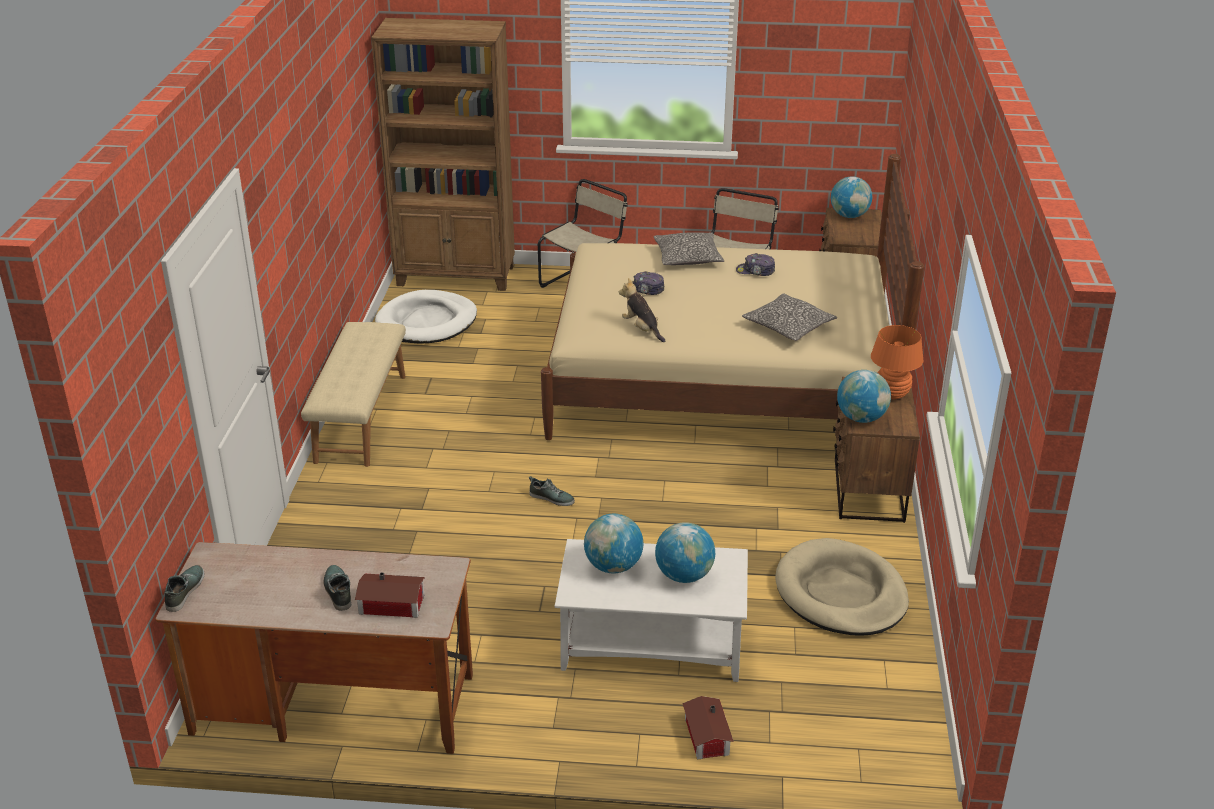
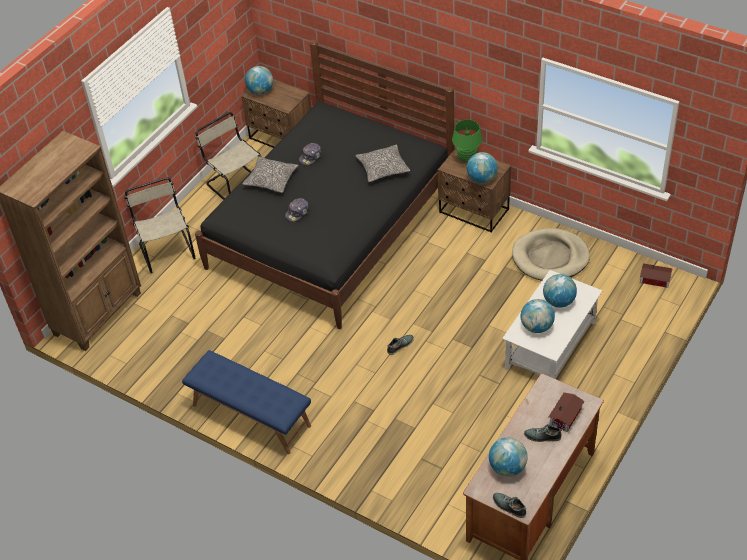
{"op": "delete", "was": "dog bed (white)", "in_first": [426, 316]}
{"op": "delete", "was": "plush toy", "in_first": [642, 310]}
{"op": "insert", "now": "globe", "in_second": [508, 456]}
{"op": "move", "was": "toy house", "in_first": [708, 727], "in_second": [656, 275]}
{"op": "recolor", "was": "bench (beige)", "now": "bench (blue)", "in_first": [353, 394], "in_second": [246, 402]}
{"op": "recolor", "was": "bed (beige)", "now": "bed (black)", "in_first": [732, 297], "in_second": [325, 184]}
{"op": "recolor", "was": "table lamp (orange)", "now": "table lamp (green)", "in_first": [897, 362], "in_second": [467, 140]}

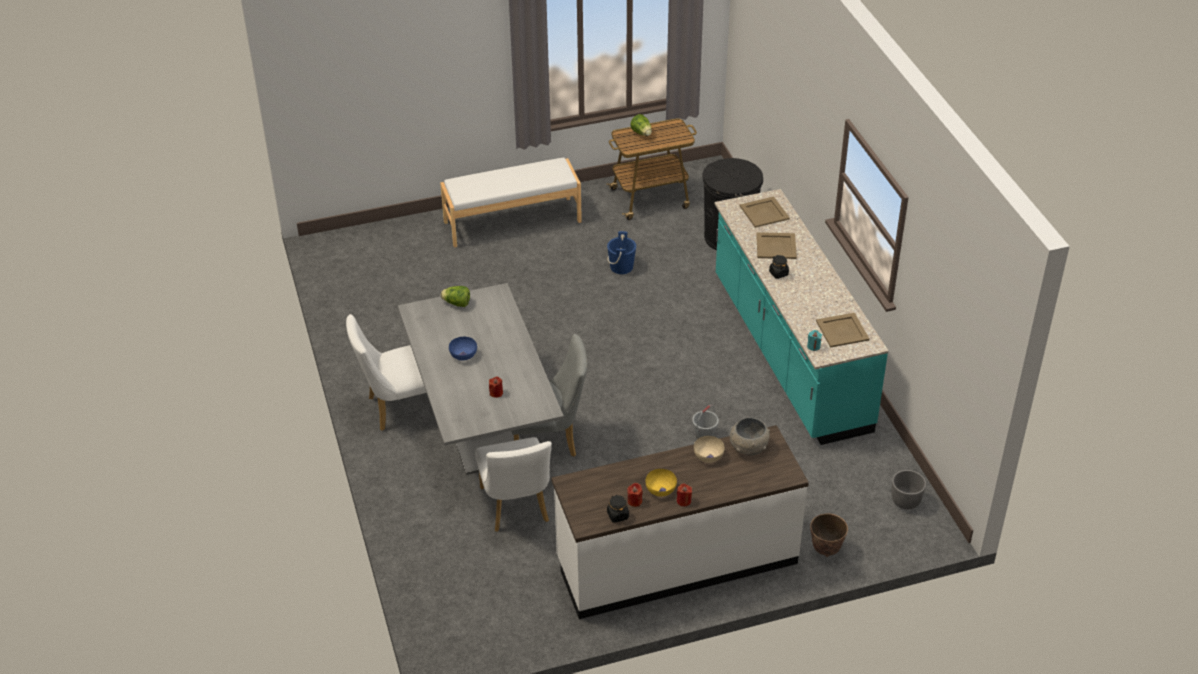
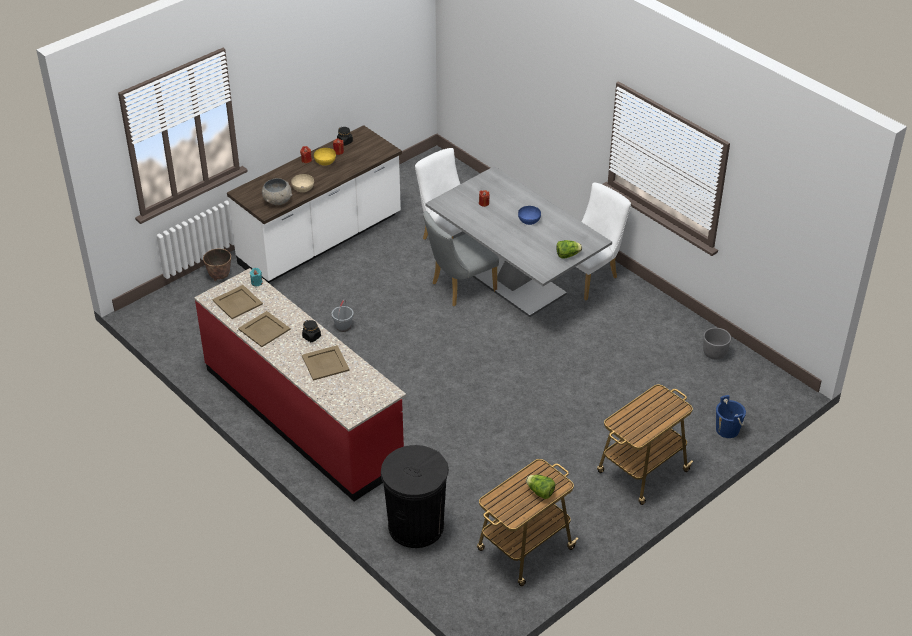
{"op": "move", "was": "bucket (blue)", "in_first": [621, 252], "in_second": [731, 416]}
{"op": "move", "was": "tray (beige)", "in_first": [765, 212], "in_second": [264, 329]}
{"op": "move", "was": "planter (grey)", "in_first": [909, 490], "in_second": [717, 344]}
{"op": "replace", "was": "bench (white)", "now": "cart", "in_first": [511, 202], "in_second": [645, 444]}
{"op": "recolor", "was": "counter (turquoise)", "now": "counter (red)", "in_first": [801, 317], "in_second": [300, 384]}

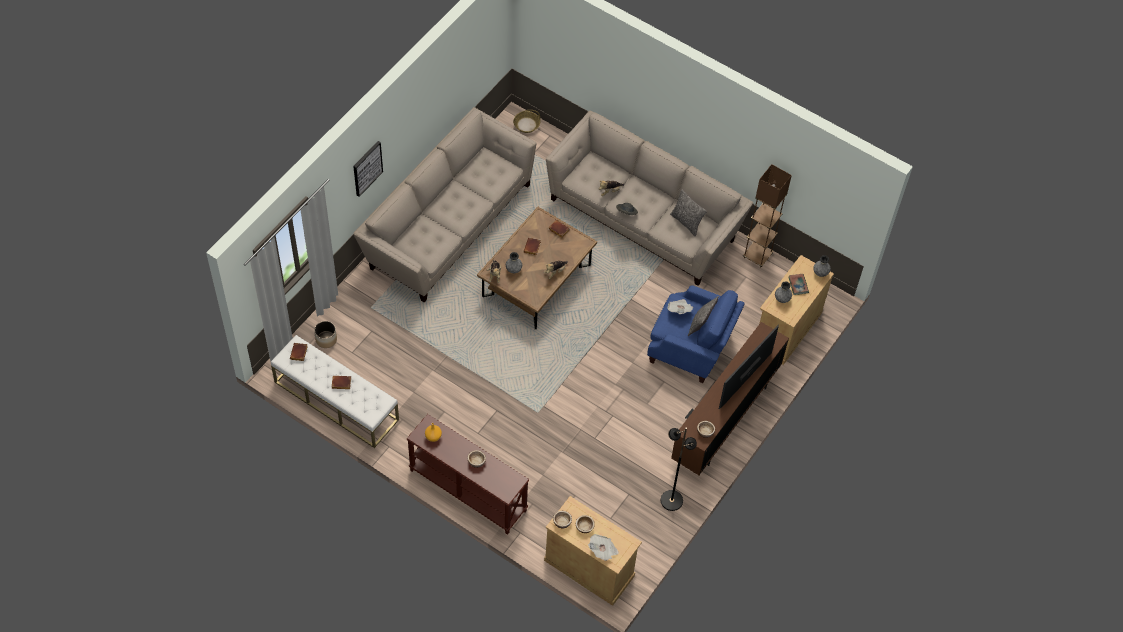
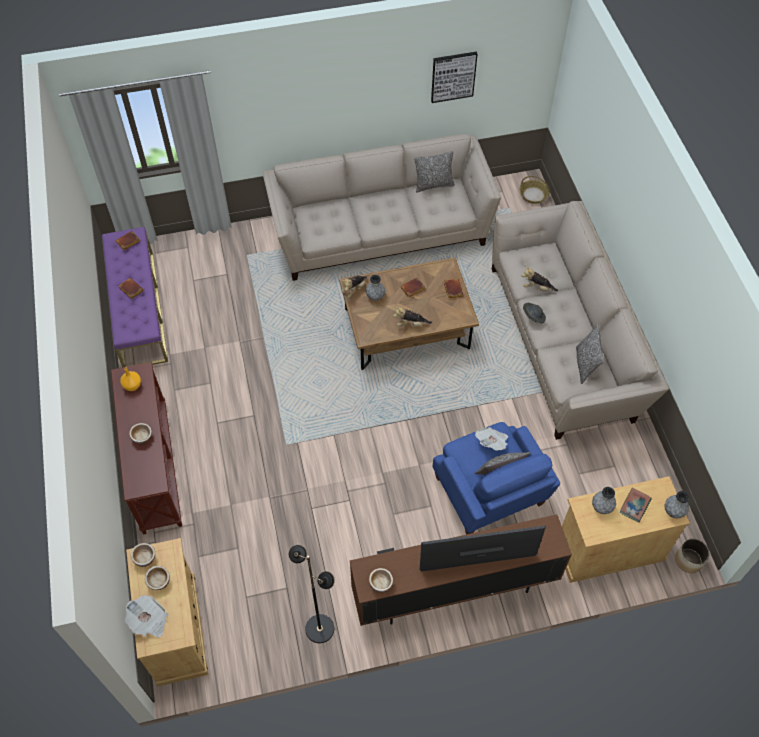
{"op": "delete", "was": "floor lamp (brown)", "in_first": [767, 216]}
{"op": "insert", "now": "pillow", "in_second": [434, 171]}
{"op": "move", "was": "planter", "in_first": [325, 334], "in_second": [692, 555]}
{"op": "move", "was": "picture", "in_first": [368, 169], "in_second": [454, 77]}
{"op": "recolor", "was": "bench (white)", "now": "bench (purple)", "in_first": [335, 391], "in_second": [135, 297]}

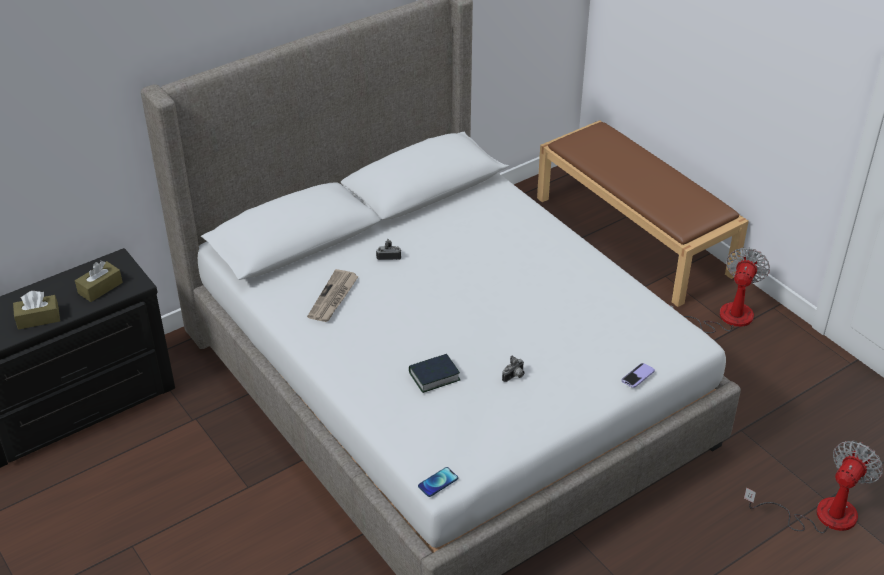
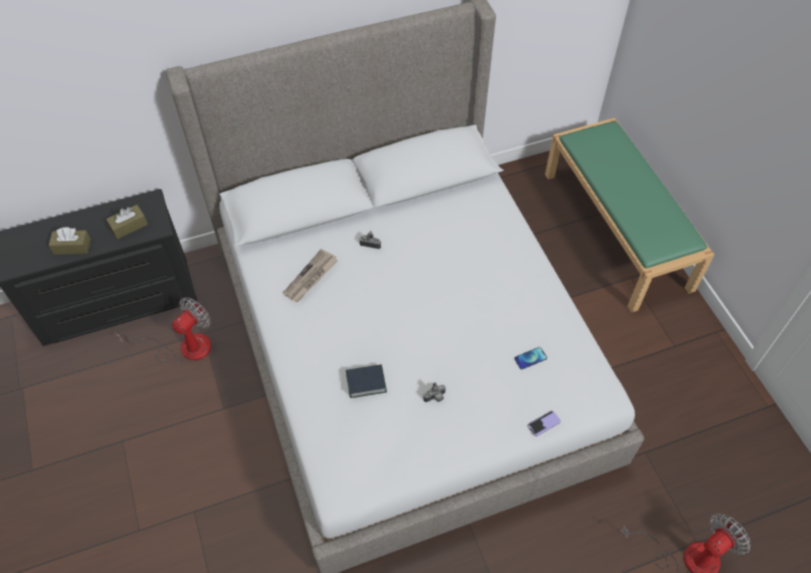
{"op": "move", "was": "phone", "in_first": [438, 482], "in_second": [530, 358]}
{"op": "move", "was": "fan", "in_first": [720, 290], "in_second": [162, 330]}
{"op": "recolor", "was": "bench (brown)", "now": "bench (green)", "in_first": [643, 213], "in_second": [629, 215]}

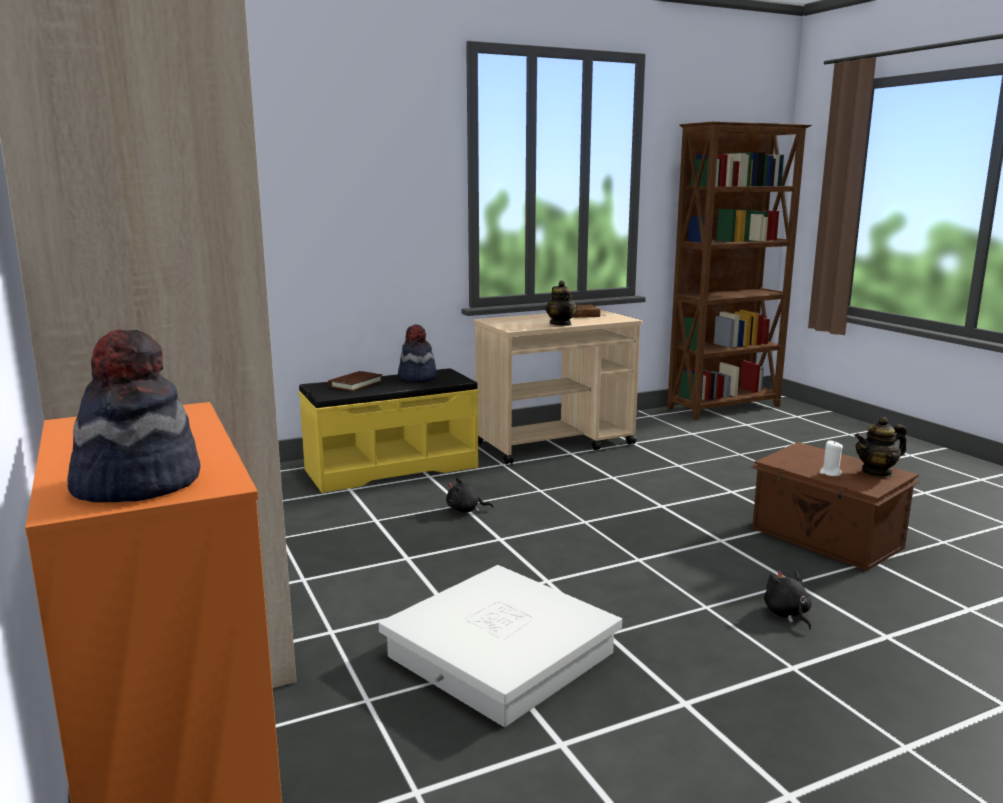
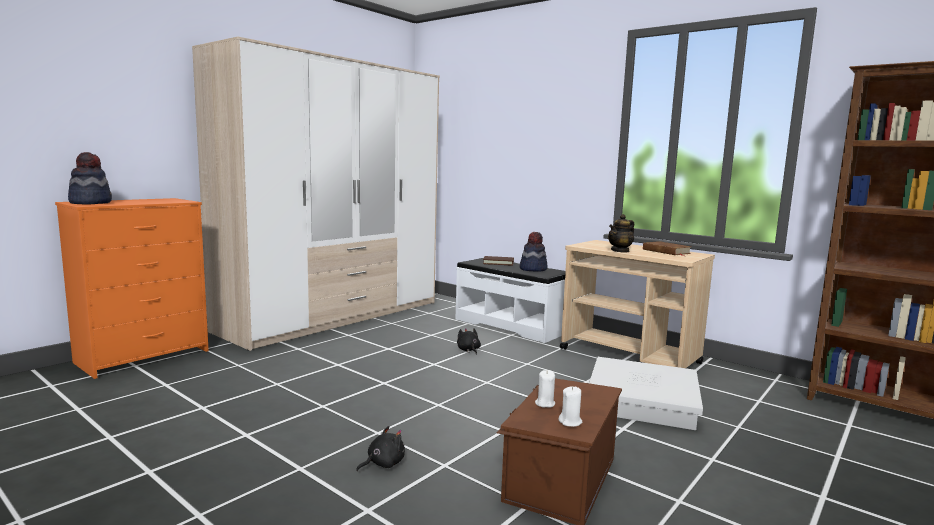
{"op": "move", "was": "storage box (white)", "in_first": [500, 646], "in_second": [646, 393]}
{"op": "replace", "was": "teapot", "now": "candle (white)", "in_first": [881, 447], "in_second": [570, 407]}
{"op": "recolor", "was": "bench (yellow)", "now": "bench (white)", "in_first": [389, 430], "in_second": [510, 300]}

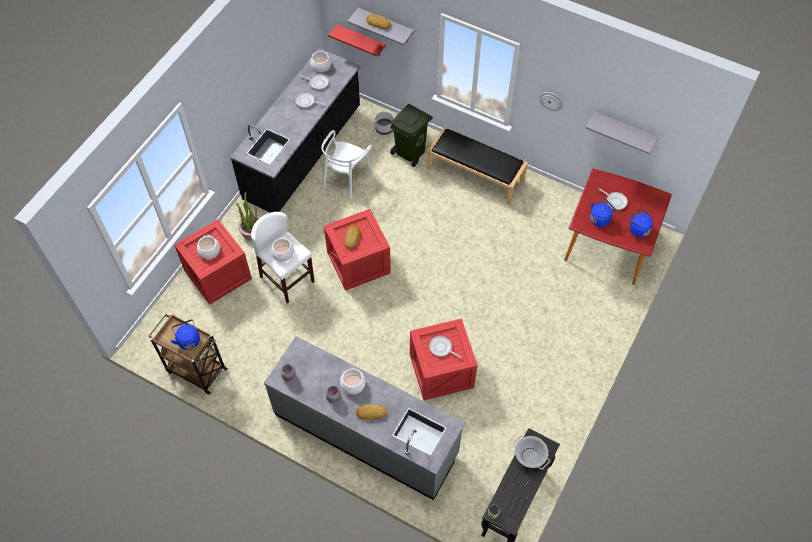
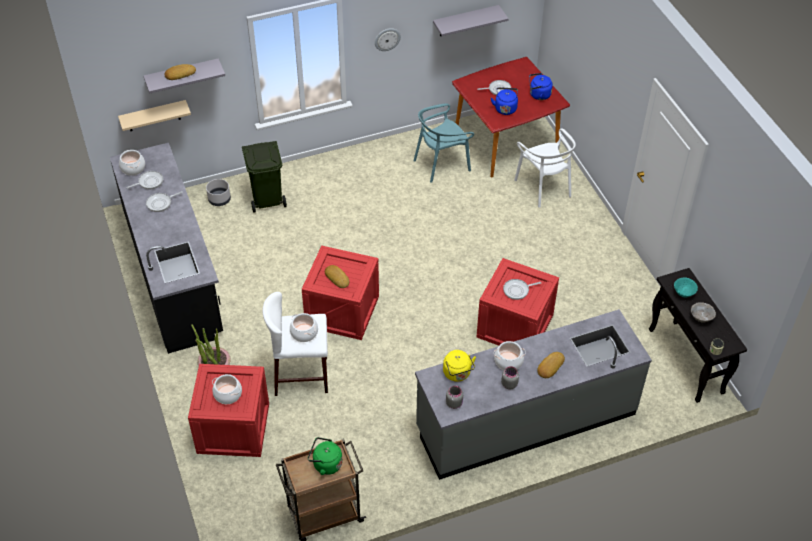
{"op": "delete", "was": "bench (black)", "in_first": [477, 166]}
{"op": "insert", "now": "chair (turquoise)", "in_second": [443, 143]}
{"op": "insert", "now": "kettle (yellow)", "in_second": [459, 366]}
{"op": "insert", "now": "bowl (grey)", "in_second": [703, 312]}
{"op": "move", "was": "chair (white)", "in_first": [346, 164], "in_second": [545, 168]}
{"op": "replace", "was": "cooking pot", "now": "bowl (turquoise)", "in_first": [531, 453], "in_second": [686, 287]}
{"op": "recolor", "was": "kettle (blue)", "now": "kettle (green)", "in_first": [185, 334], "in_second": [325, 456]}
{"op": "recolor", "was": "shelf (red)", "now": "shelf (beige)", "in_first": [357, 40], "in_second": [154, 115]}

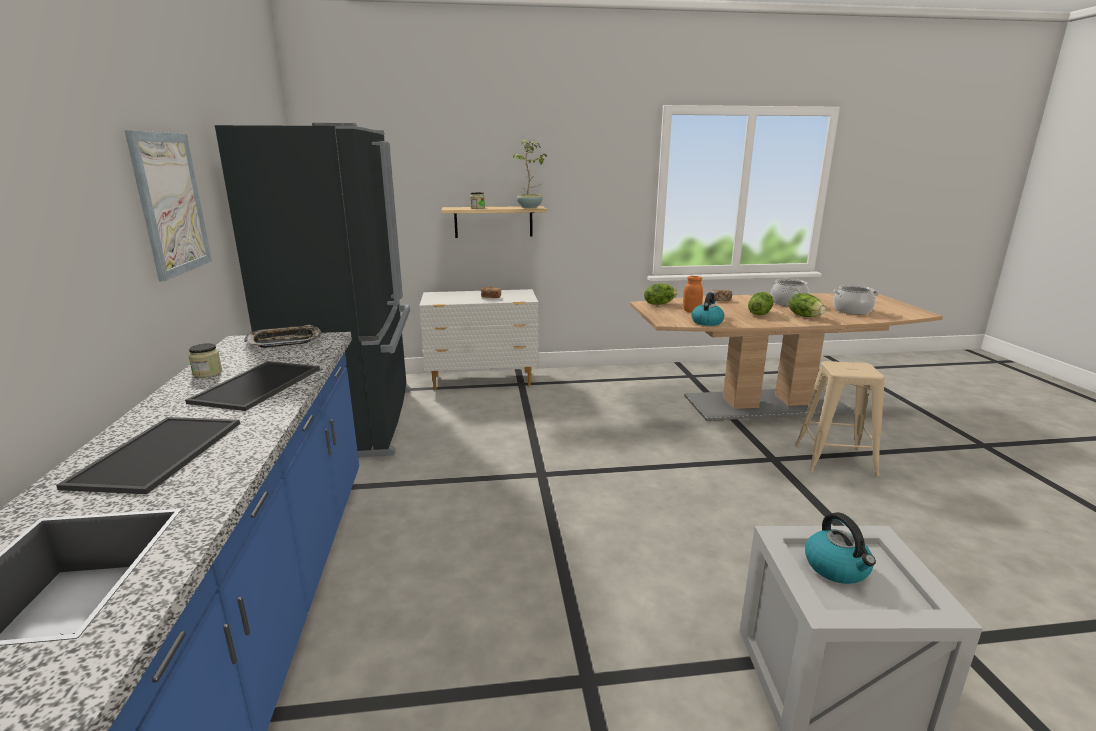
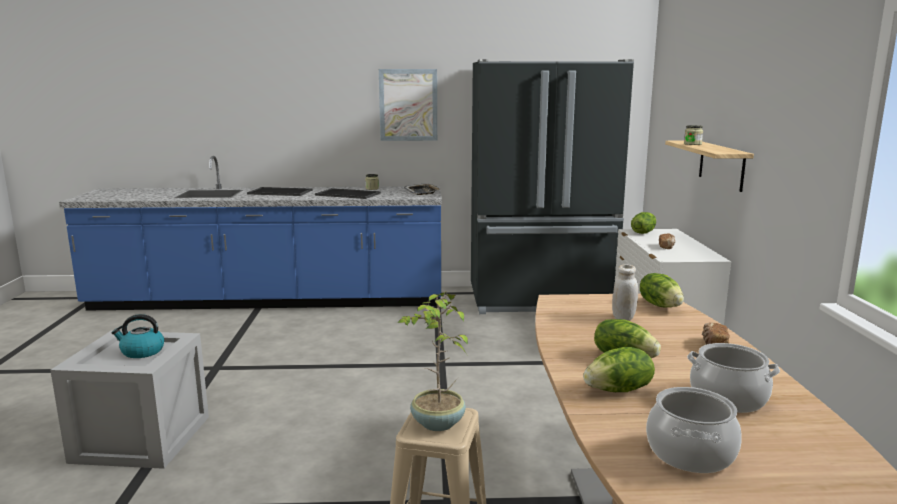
{"op": "delete", "was": "kettle", "in_first": [707, 309]}
{"op": "insert", "now": "lettuce", "in_second": [643, 223]}
{"op": "move", "was": "potted plant", "in_first": [530, 173], "in_second": [433, 361]}
{"op": "recolor", "was": "jar (orange)", "now": "jar (white)", "in_first": [693, 294], "in_second": [625, 292]}

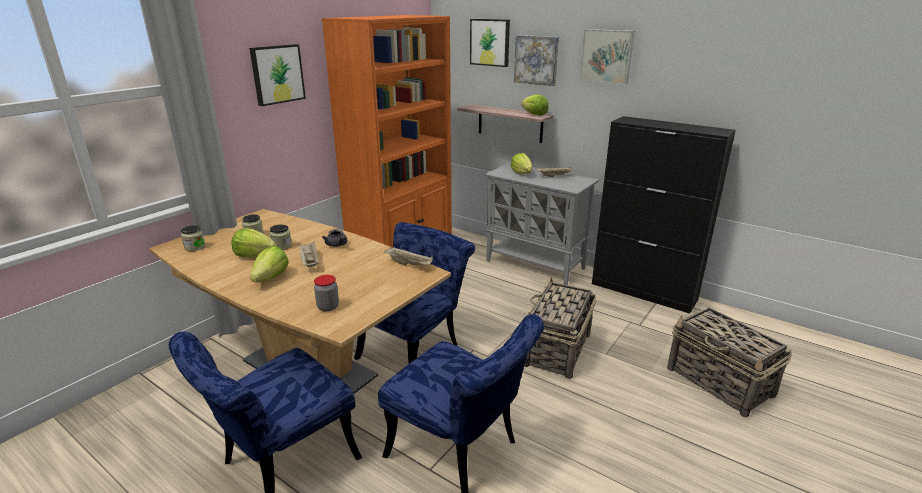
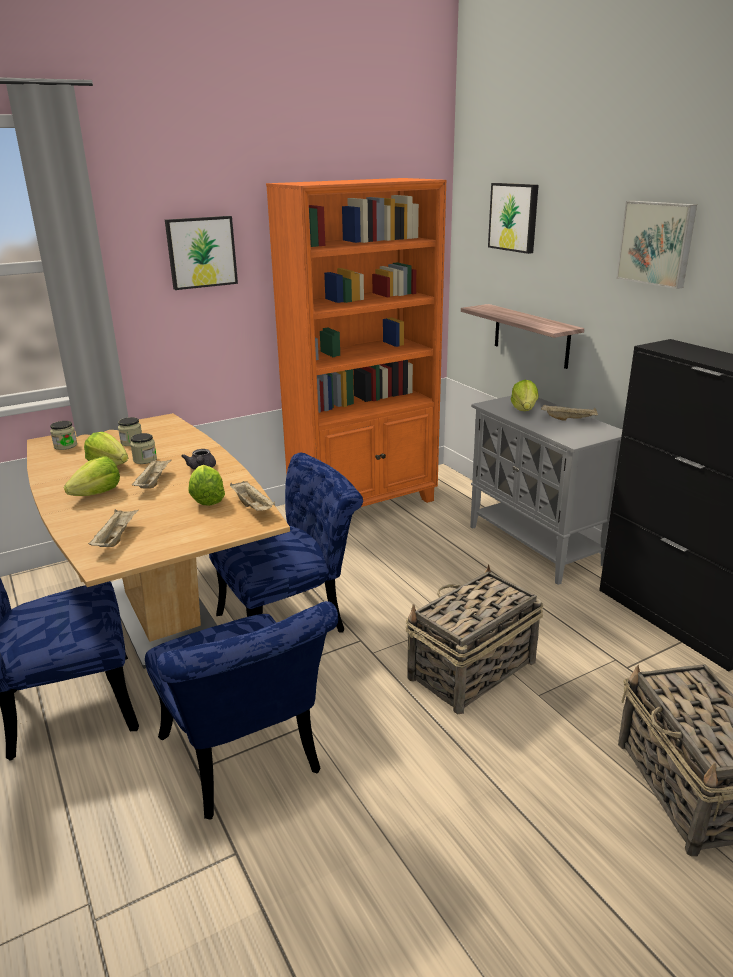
{"op": "delete", "was": "picture", "in_first": [536, 60]}
{"op": "move", "was": "lettuce", "in_first": [535, 105], "in_second": [206, 485]}
{"op": "replace", "was": "jar", "now": "tray (beige)", "in_first": [326, 293], "in_second": [113, 528]}

